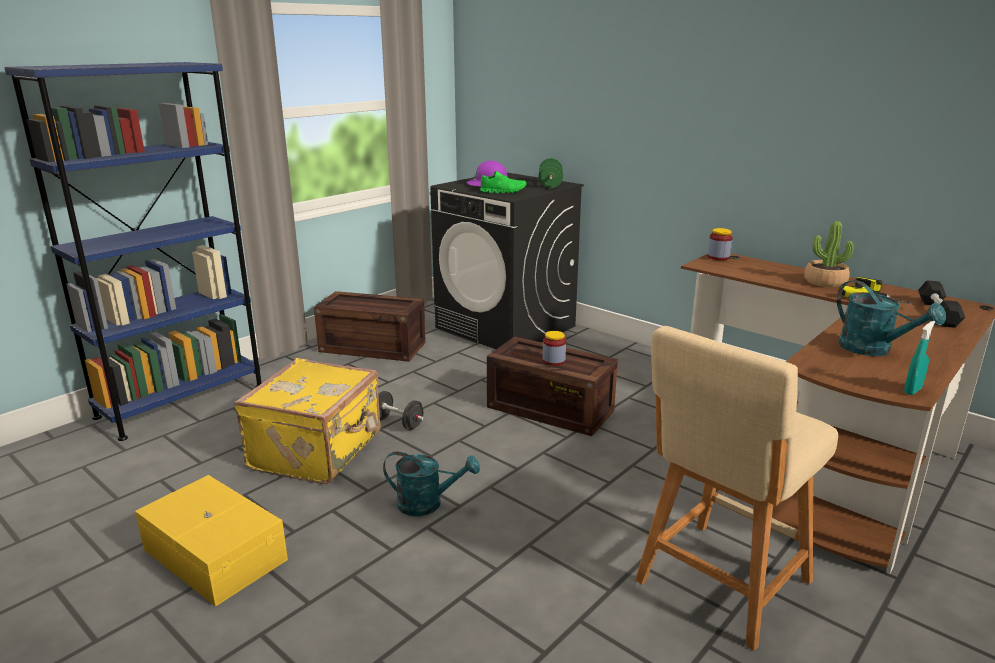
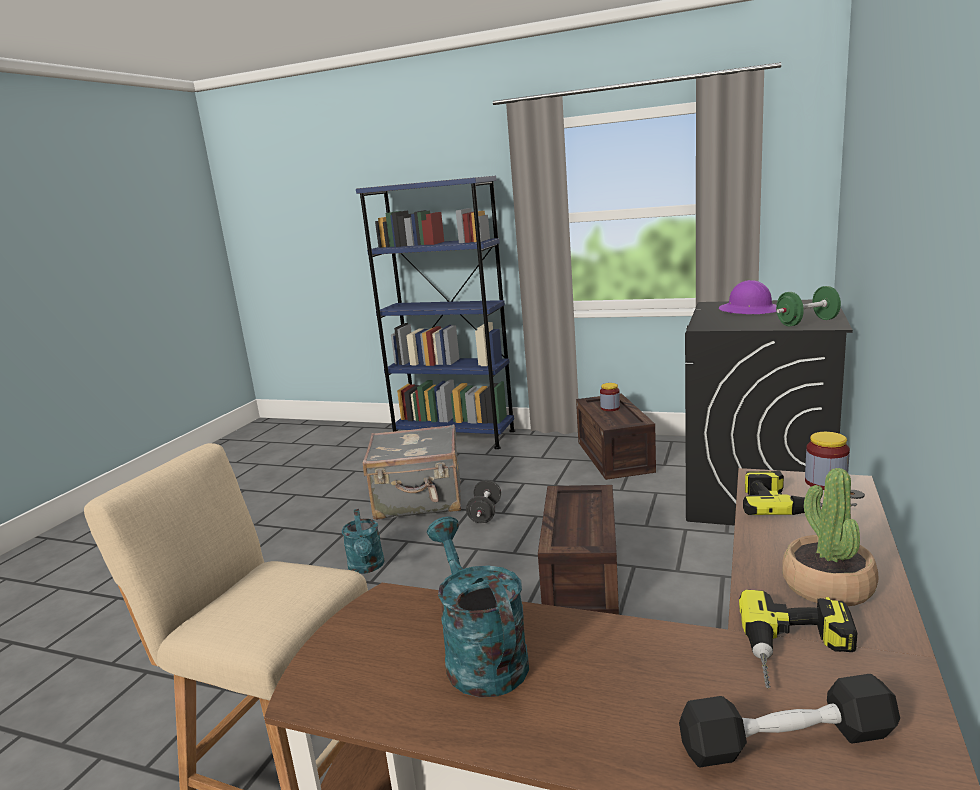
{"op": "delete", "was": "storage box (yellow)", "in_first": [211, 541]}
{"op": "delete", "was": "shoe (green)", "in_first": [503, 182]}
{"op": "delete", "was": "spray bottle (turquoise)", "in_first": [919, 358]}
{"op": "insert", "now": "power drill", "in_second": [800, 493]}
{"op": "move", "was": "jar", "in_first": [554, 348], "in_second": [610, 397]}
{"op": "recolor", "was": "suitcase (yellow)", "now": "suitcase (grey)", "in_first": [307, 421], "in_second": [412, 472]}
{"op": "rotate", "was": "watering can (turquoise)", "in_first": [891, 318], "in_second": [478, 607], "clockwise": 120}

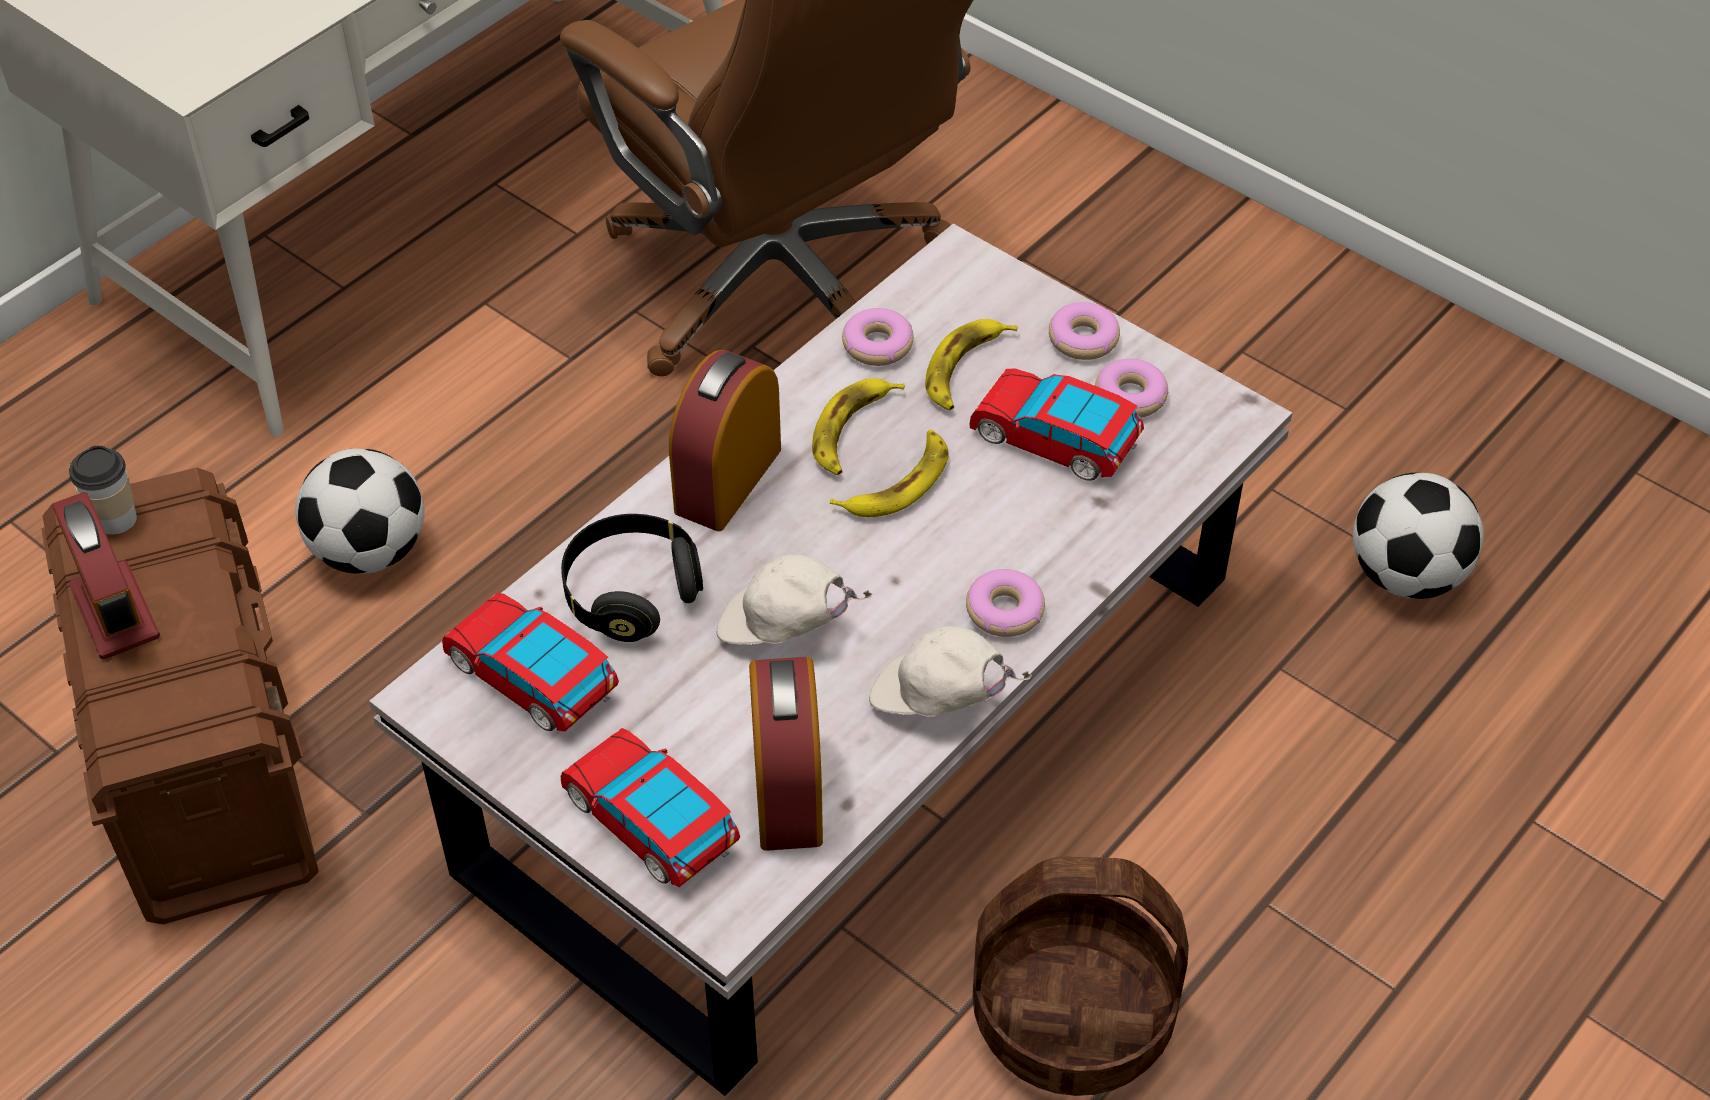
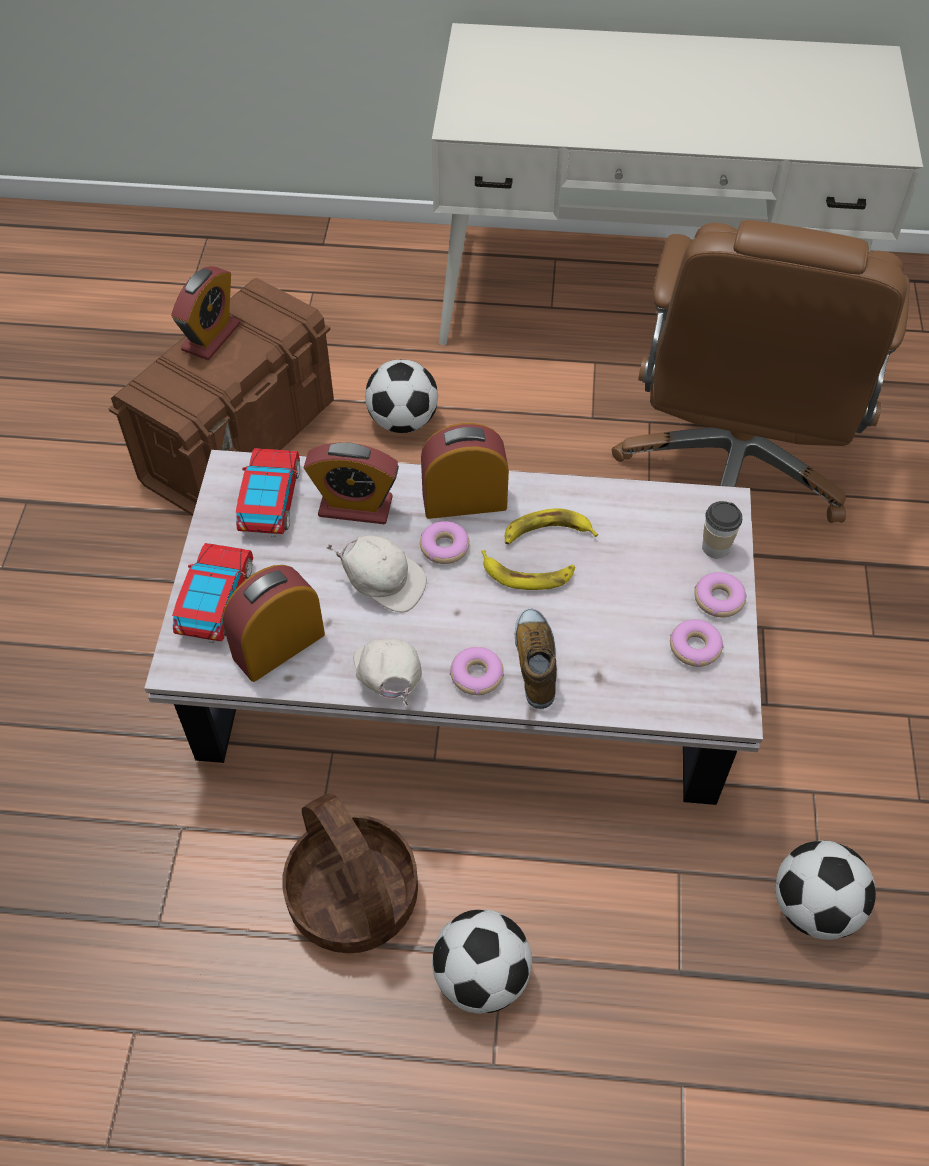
{"op": "delete", "was": "banana", "in_first": [971, 365]}
{"op": "delete", "was": "toy car", "in_first": [1057, 424]}
{"op": "insert", "now": "football", "in_second": [482, 961]}
{"op": "insert", "now": "shoe", "in_second": [536, 658]}
{"op": "move", "was": "cup", "in_first": [103, 490], "in_second": [722, 530]}
{"op": "move", "was": "donut", "in_first": [878, 337], "in_second": [444, 542]}
{"op": "replace", "was": "headphones (black)", "now": "alarm clock", "in_first": [632, 578], "in_second": [351, 483]}
{"op": "rotate", "was": "cap (white)", "in_first": [794, 599], "in_second": [376, 573], "clockwise": 135}

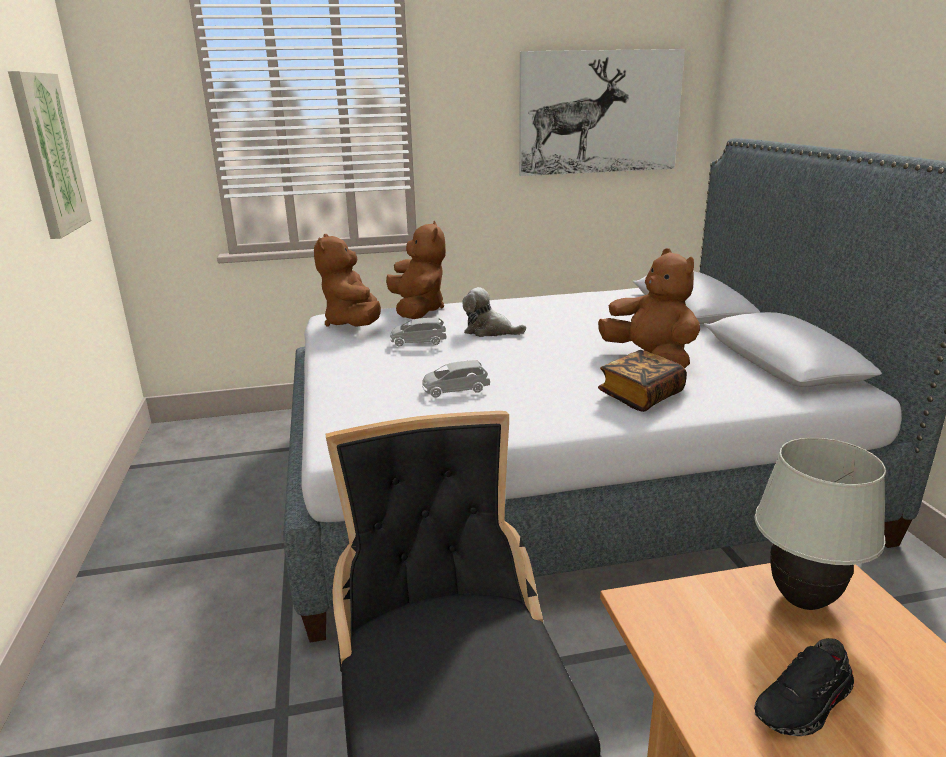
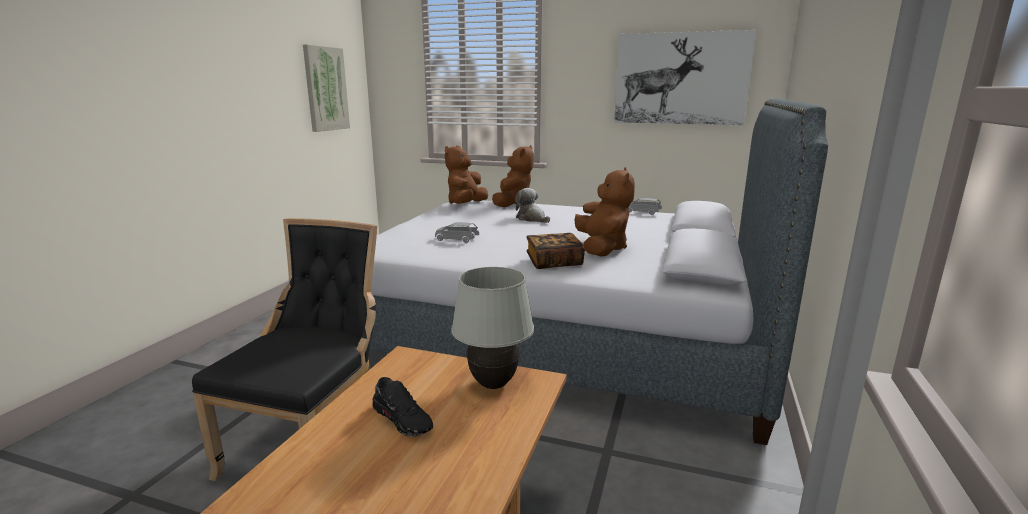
{"op": "move", "was": "toy car (grey)", "in_first": [418, 332], "in_second": [645, 206]}
{"op": "rotate", "was": "shoe (black)", "in_first": [804, 687], "in_second": [402, 407], "clockwise": -135}

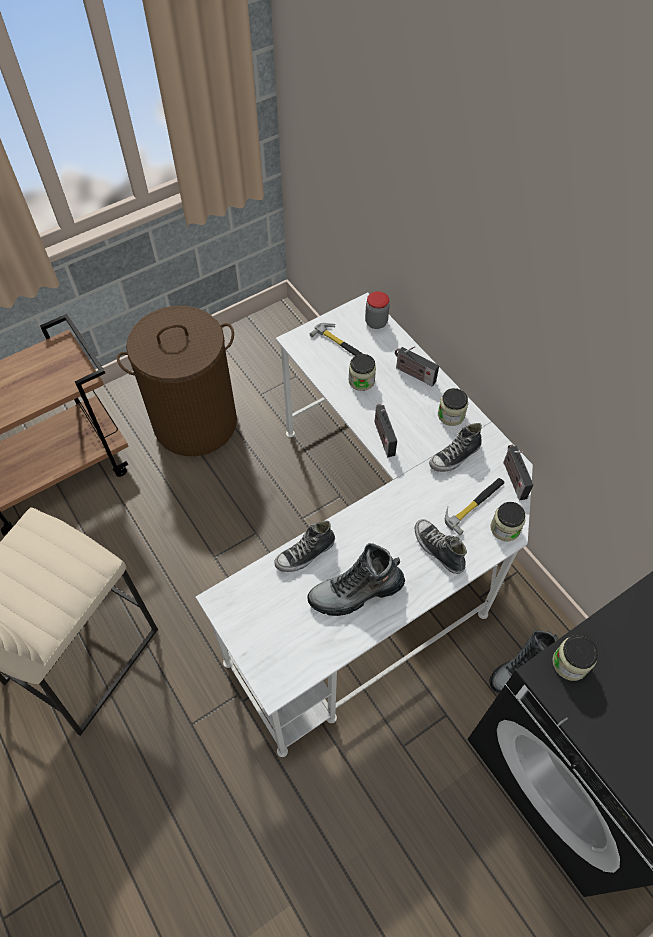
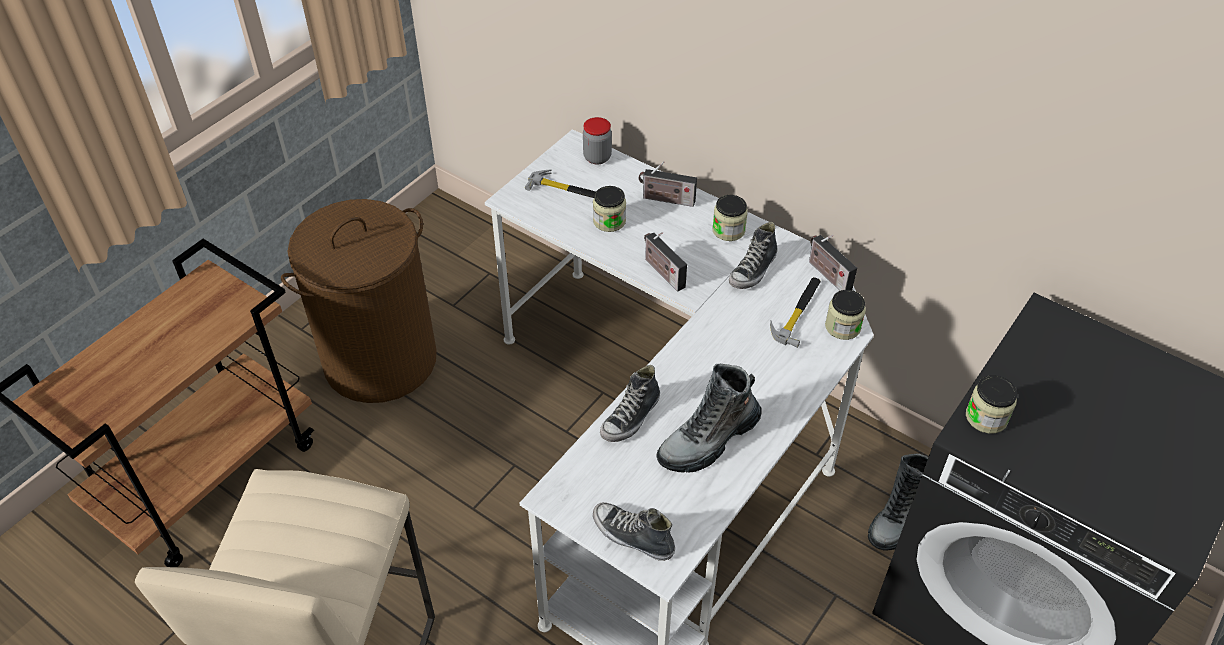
{"op": "move", "was": "shoe", "in_first": [441, 546], "in_second": [634, 531]}

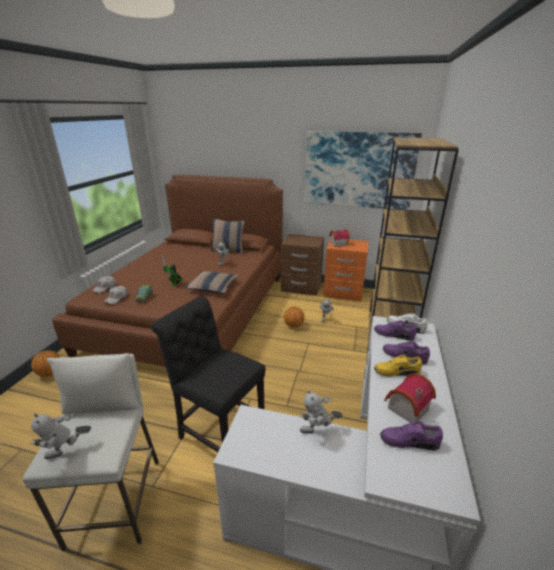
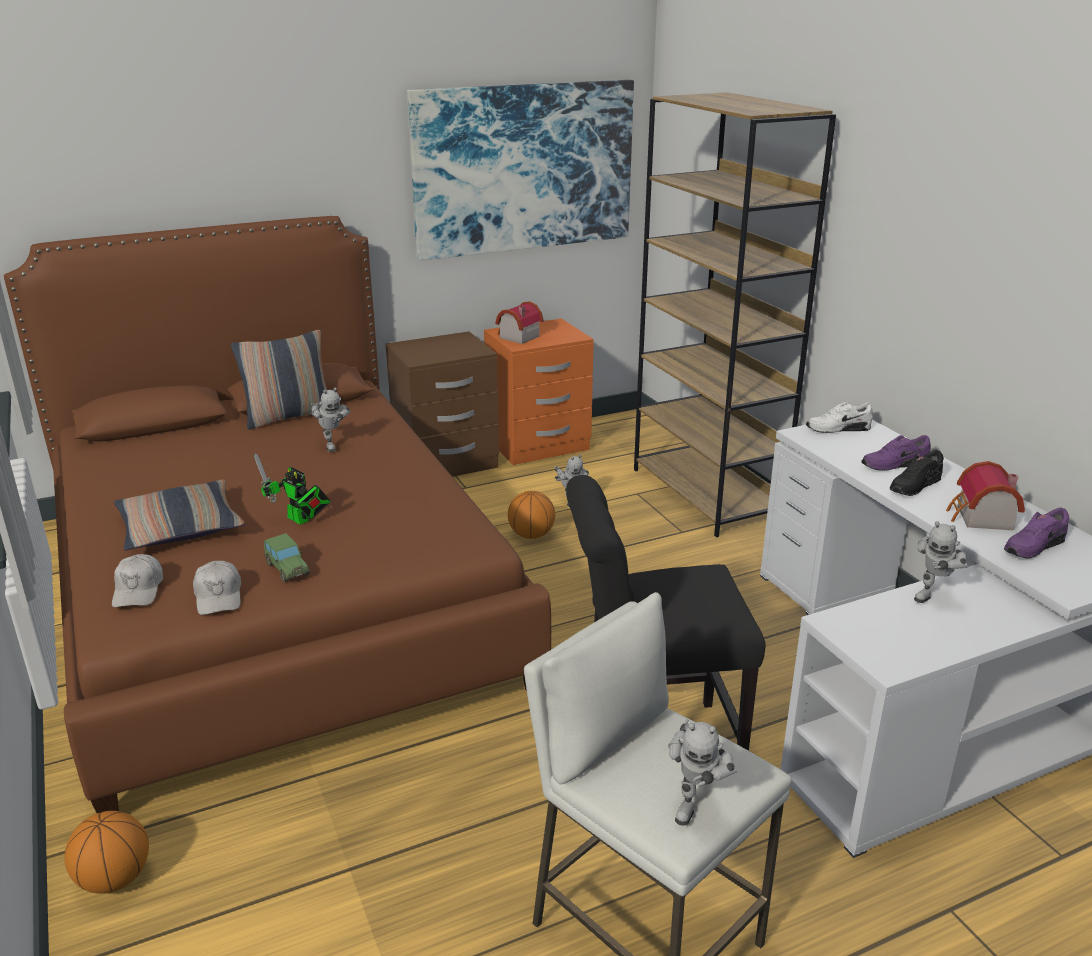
{"op": "delete", "was": "shoe (purple)", "in_first": [395, 330]}
{"op": "move", "was": "pillow", "in_first": [212, 282], "in_second": [179, 515]}
{"op": "recolor", "was": "shoe (yellow)", "now": "shoe (black)", "in_first": [398, 365], "in_second": [917, 473]}

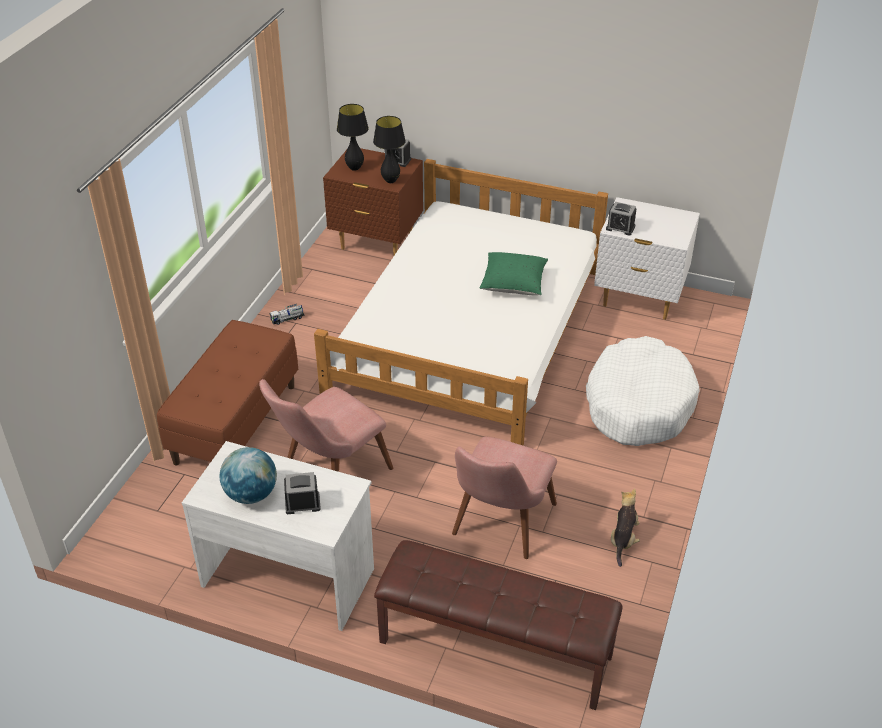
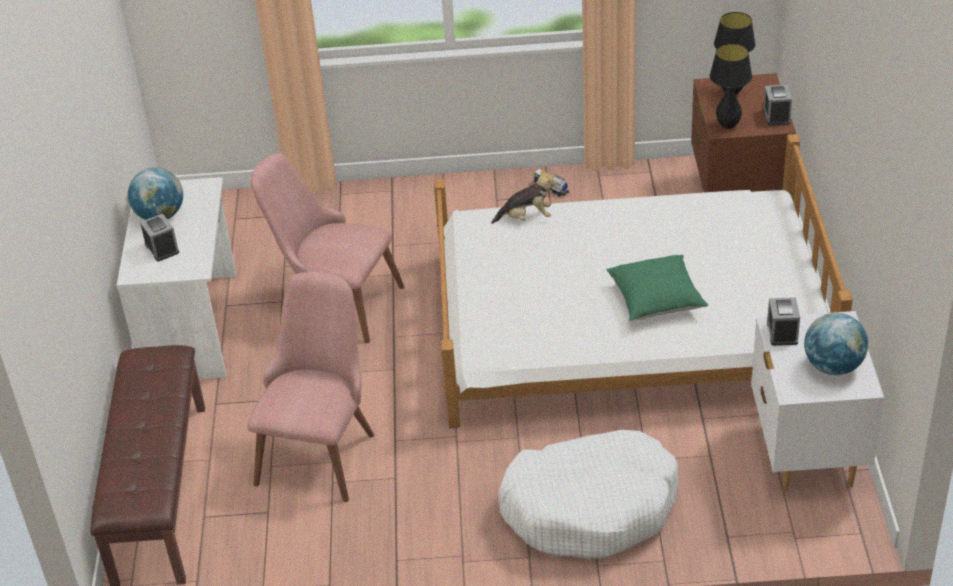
{"op": "delete", "was": "bench (brown)", "in_first": [227, 392]}
{"op": "insert", "now": "globe", "in_second": [836, 344]}
{"op": "move", "was": "plush toy", "in_first": [625, 528], "in_second": [524, 196]}
{"op": "rotate", "was": "chair (pink)", "in_first": [504, 498], "in_second": [310, 387], "clockwise": 105}

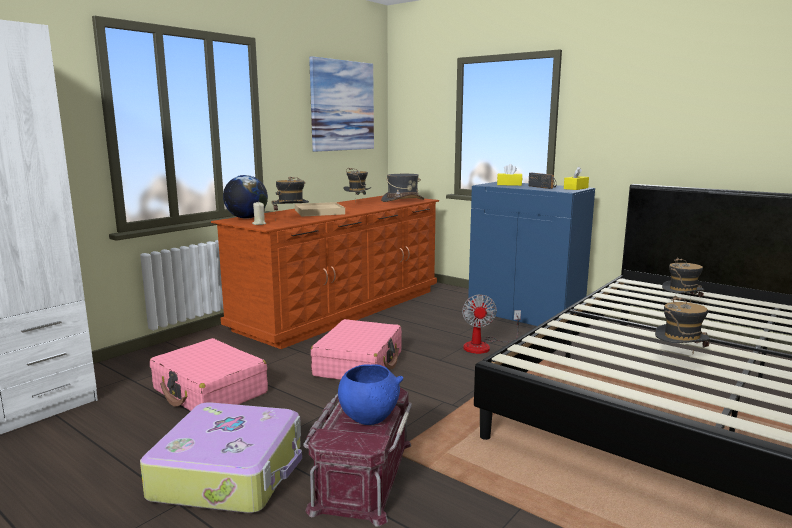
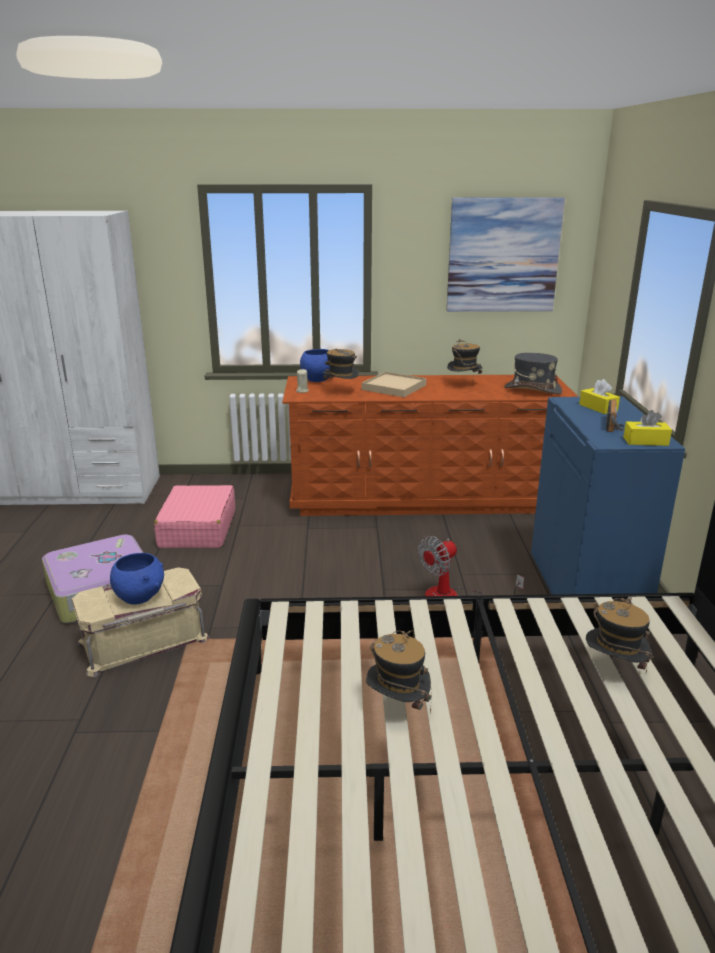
{"op": "delete", "was": "suitcase (pink)", "in_first": [356, 349]}
{"op": "replace", "was": "globe", "now": "bowl (blue)", "in_first": [245, 197], "in_second": [315, 365]}
{"op": "recolor", "was": "storage box (red)", "now": "storage box (beige)", "in_first": [358, 457], "in_second": [141, 622]}

